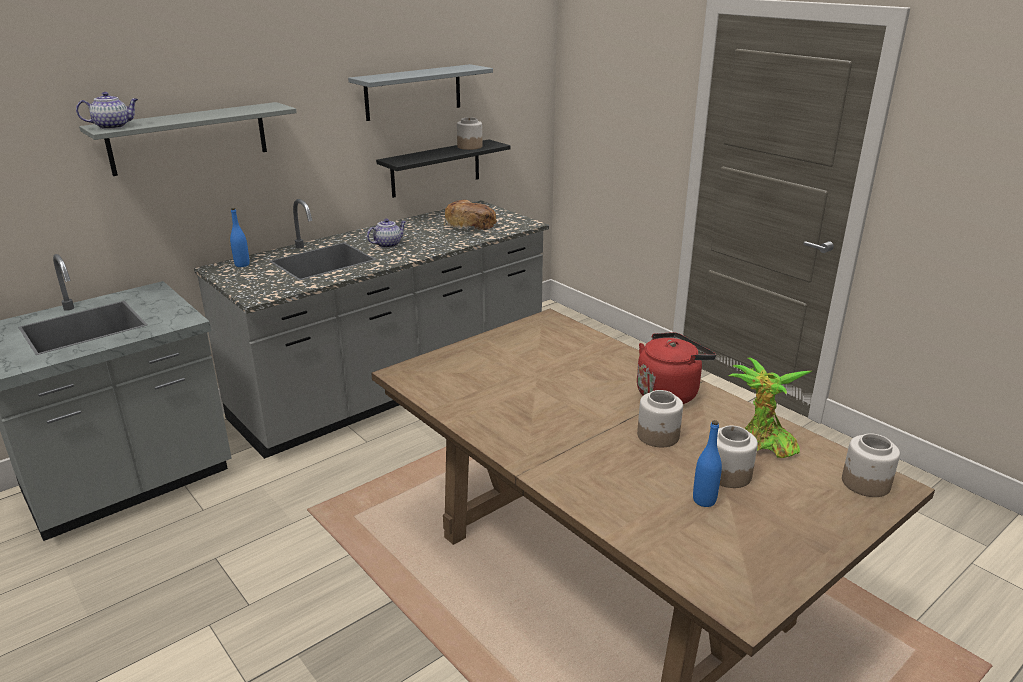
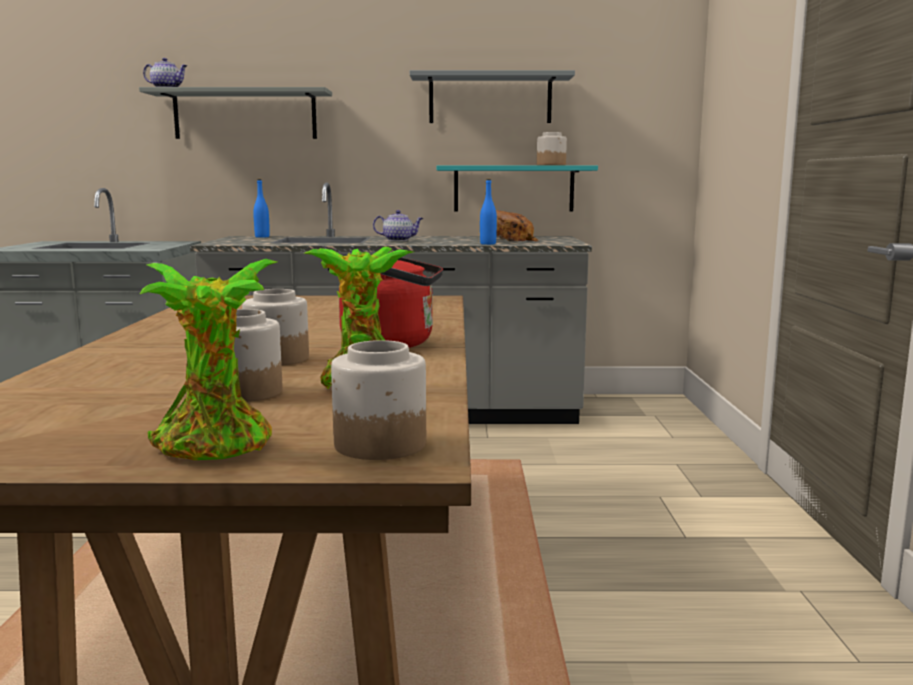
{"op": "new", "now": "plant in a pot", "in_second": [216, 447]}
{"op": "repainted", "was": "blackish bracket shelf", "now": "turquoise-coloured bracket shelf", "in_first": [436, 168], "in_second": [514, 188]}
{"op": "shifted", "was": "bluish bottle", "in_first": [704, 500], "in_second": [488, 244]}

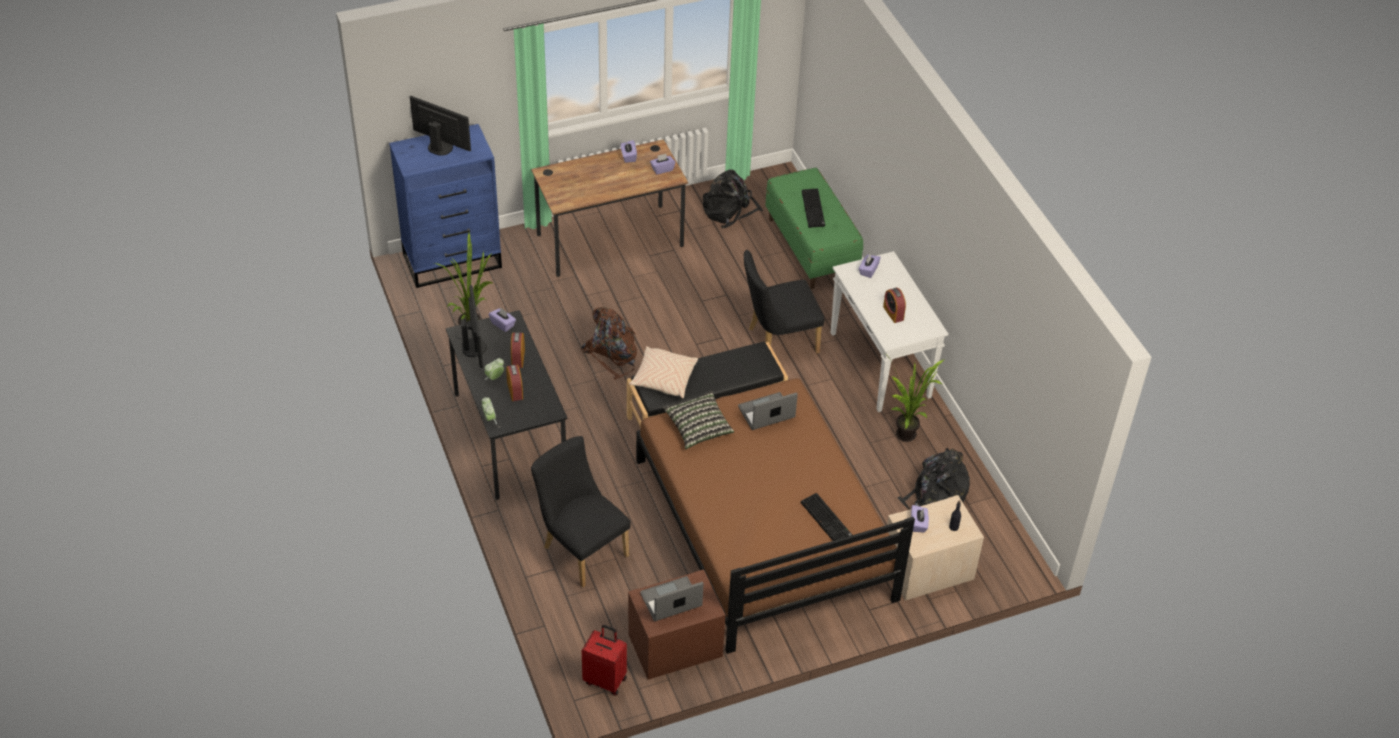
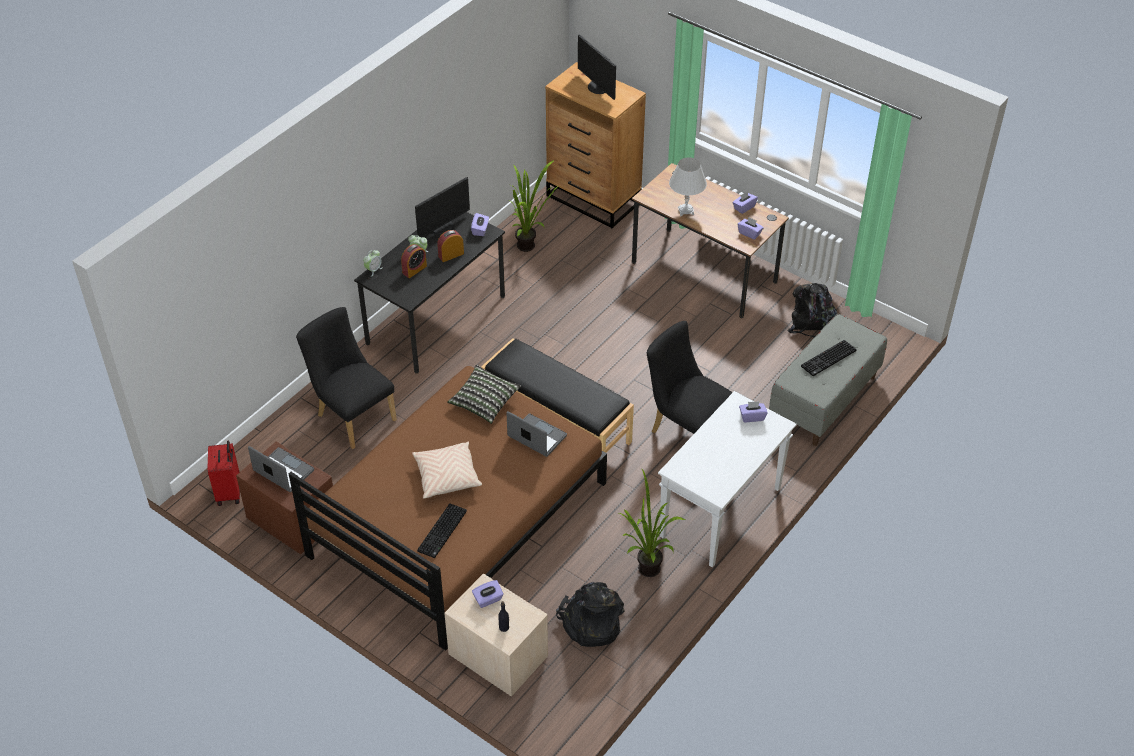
{"op": "rotated", "was": "blackish upright chair", "in_first": [581, 548], "in_second": [352, 415], "clockwise": -60}
{"op": "shifted", "was": "beige throw pillow", "in_first": [664, 379], "in_second": [446, 476]}
{"op": "repainted", "was": "bluish chest of drawers", "now": "brown chest of drawers", "in_first": [453, 260], "in_second": [594, 200]}
{"op": "rotated", "was": "monitor", "in_first": [441, 147], "in_second": [598, 87], "clockwise": 150}
{"op": "new", "now": "whitish lamp for a table", "in_second": [685, 211]}
{"op": "repainted", "was": "green-coloured indoor bench", "now": "grey indoor bench", "in_first": [811, 248], "in_second": [824, 400]}
{"op": "gone", "was": "brown backpack", "in_first": [612, 354]}
{"op": "gone", "was": "bedside clock", "in_first": [893, 313]}

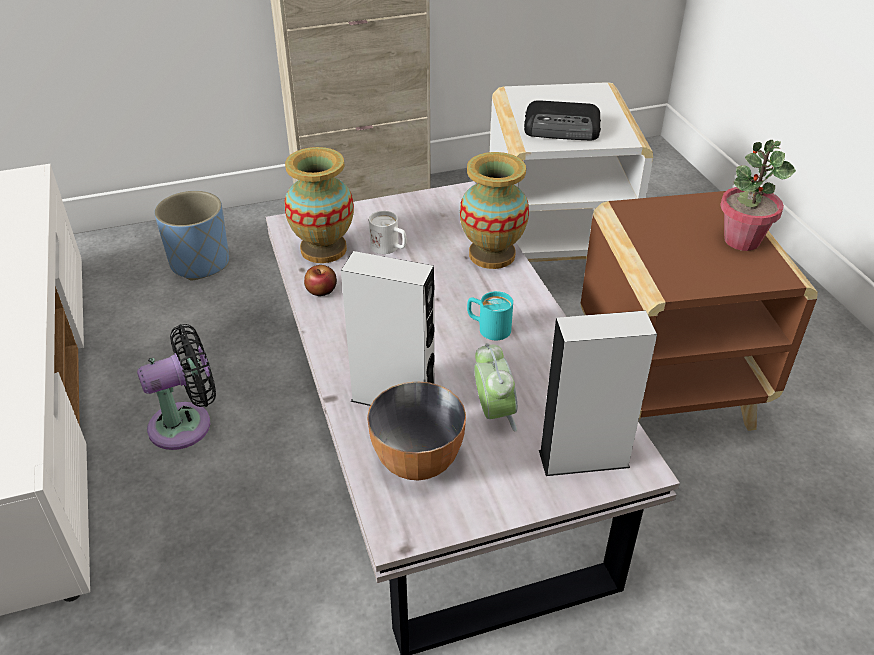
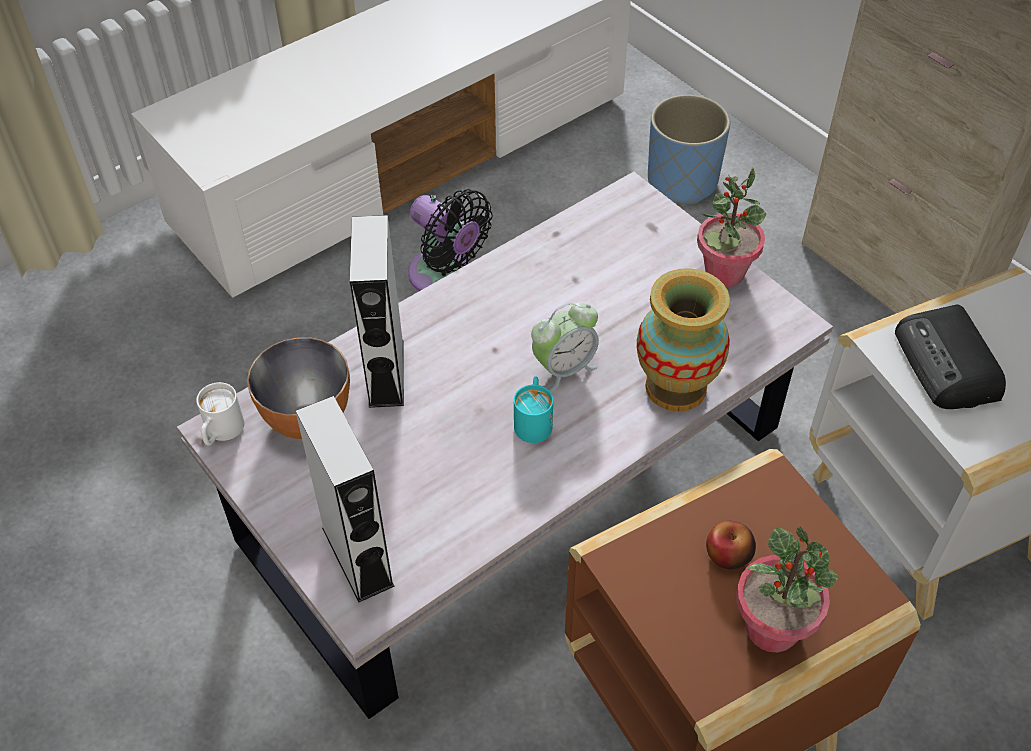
{"op": "shifted", "was": "whitish mug", "in_first": [389, 248], "in_second": [221, 432]}
{"op": "shifted", "was": "bedside clock", "in_first": [494, 413], "in_second": [564, 368]}
{"op": "new", "now": "plant in a pot", "in_second": [724, 273]}
{"op": "shifted", "was": "apple fruit", "in_first": [321, 290], "in_second": [728, 555]}
{"op": "gone", "was": "decorative vase", "in_first": [323, 250]}

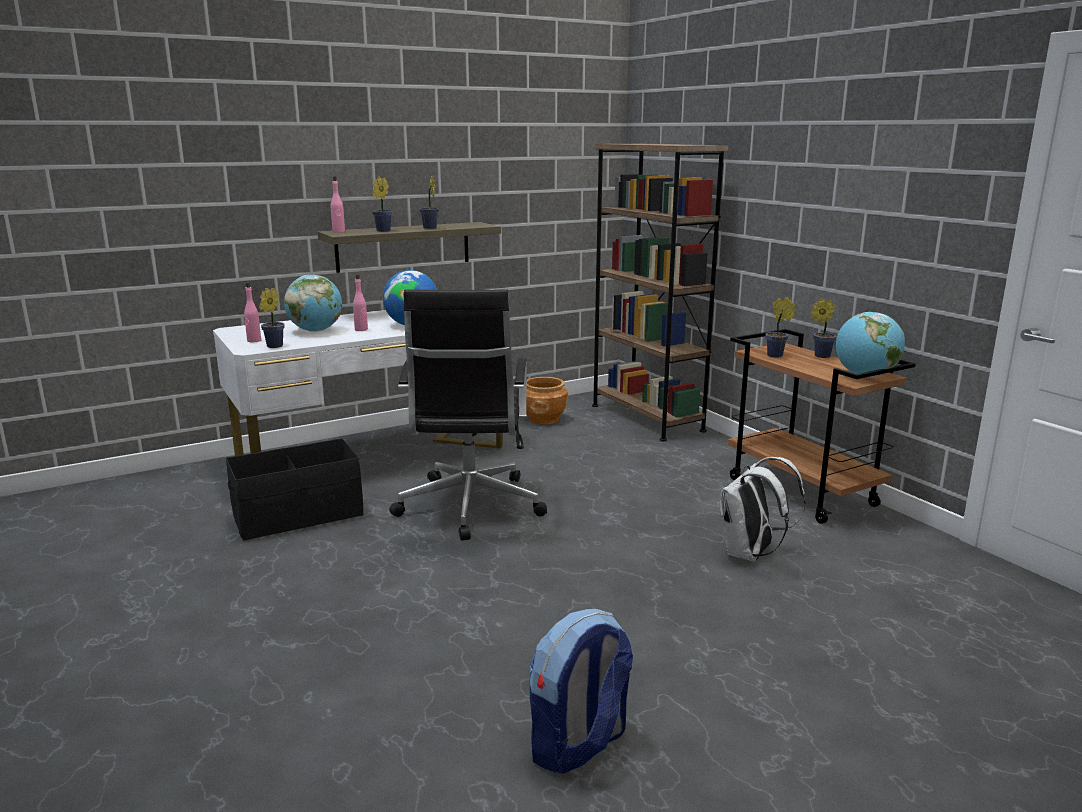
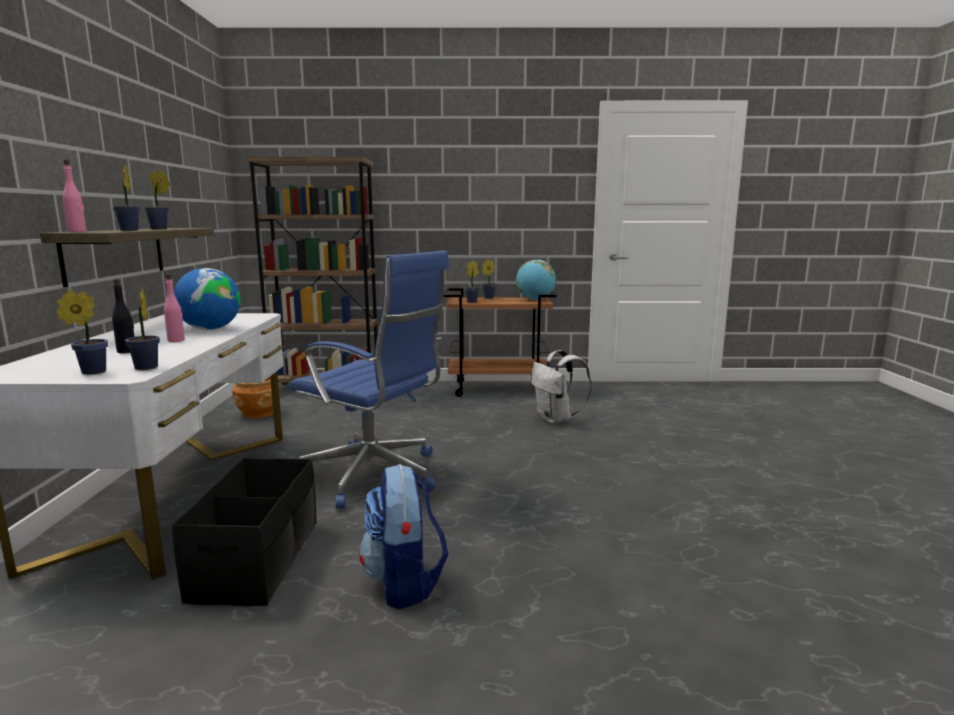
{"op": "swapped", "was": "pink-coloured bottle", "now": "plant in a pot", "in_first": [254, 341], "in_second": [90, 372]}
{"op": "swapped", "was": "desk globe", "now": "blackish bottle", "in_first": [315, 331], "in_second": [127, 351]}
{"op": "repainted", "was": "blackish desk chair", "now": "bluish desk chair", "in_first": [469, 508], "in_second": [375, 476]}
{"op": "shifted", "was": "backpack", "in_first": [579, 745], "in_second": [404, 583]}

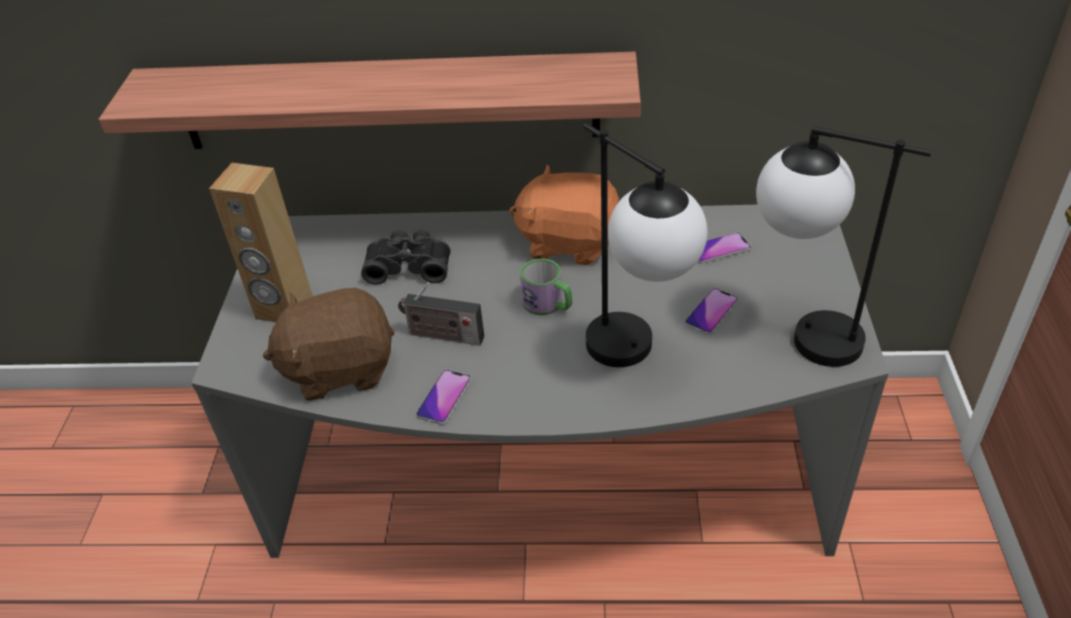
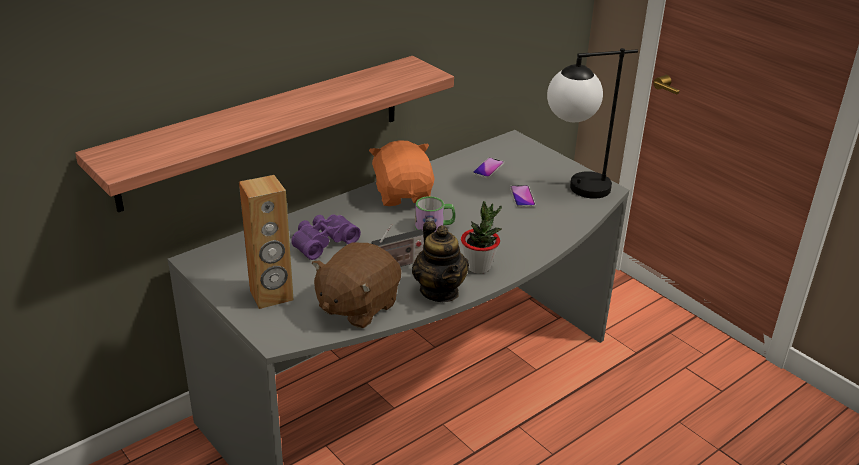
{"op": "repainted", "was": "blackish binoculars", "now": "purple binoculars", "in_first": [409, 266], "in_second": [322, 242]}
{"op": "rotated", "was": "orange-coloured plush toy", "in_first": [569, 242], "in_second": [403, 195], "clockwise": 105}
{"op": "swapped", "was": "telephone", "now": "teapot", "in_first": [444, 397], "in_second": [439, 291]}
{"op": "new", "now": "plant in a pot", "in_second": [478, 266]}
{"op": "gone", "was": "lamp for a table", "in_first": [638, 358]}

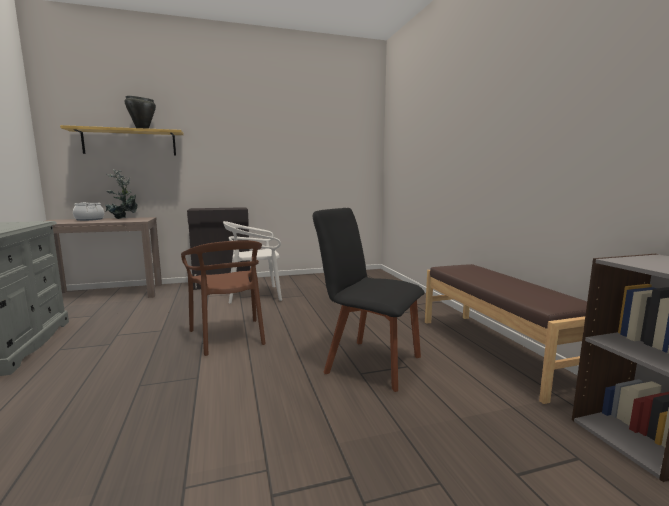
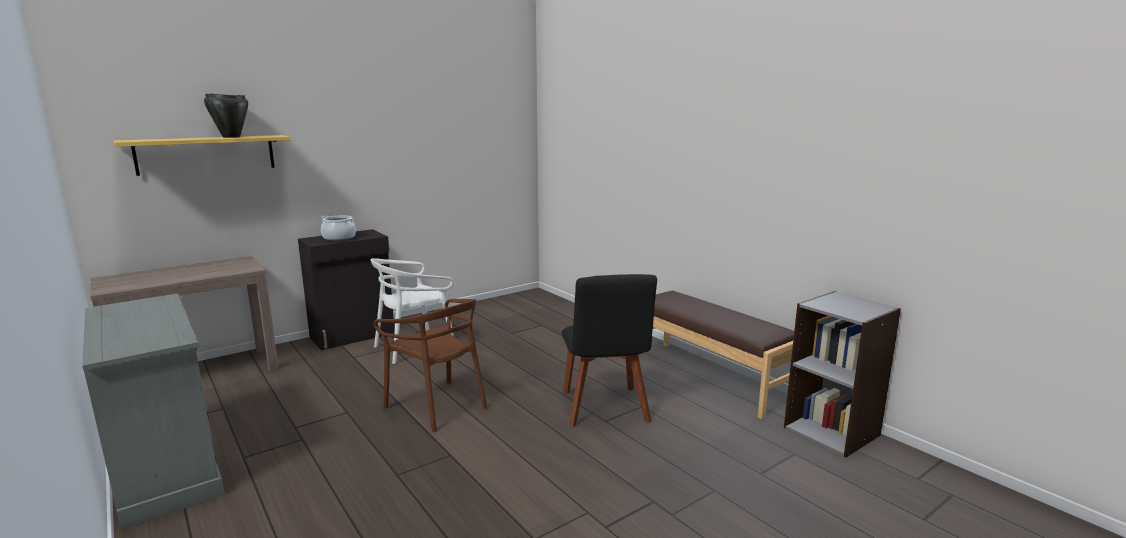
{"op": "shifted", "was": "saucepot", "in_first": [89, 219], "in_second": [339, 238]}
{"op": "rotated", "was": "blackish upright chair", "in_first": [369, 363], "in_second": [605, 409], "clockwise": -105}
{"op": "gone", "was": "plant in a pot", "in_first": [123, 218]}

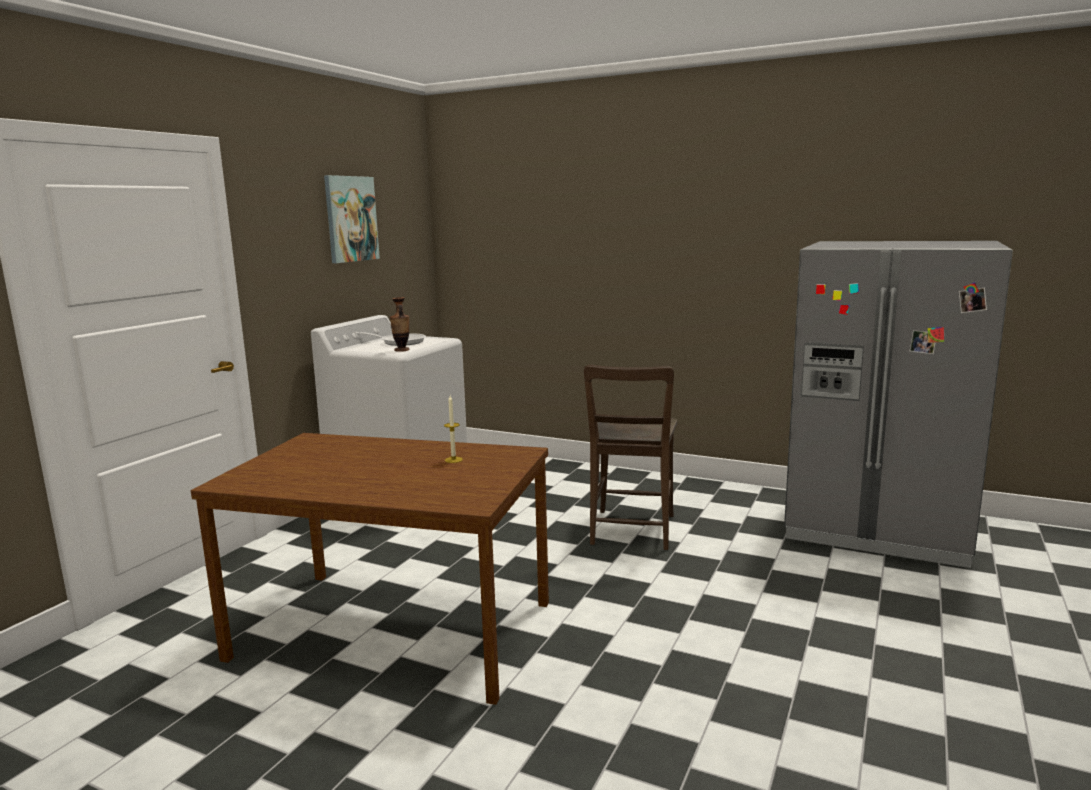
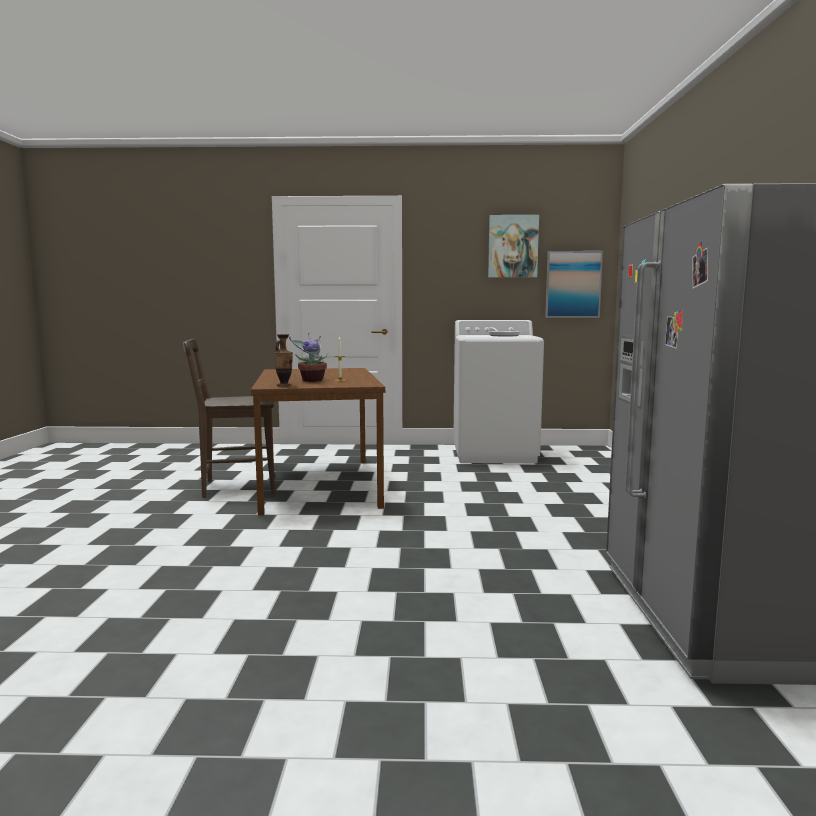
{"op": "shifted", "was": "brown upright chair", "in_first": [631, 532], "in_second": [235, 487]}
{"op": "shifted", "was": "decorative vase", "in_first": [401, 350], "in_second": [284, 385]}
{"op": "new", "now": "plant in a pot", "in_second": [312, 380]}
{"op": "new", "now": "picture", "in_second": [573, 284]}

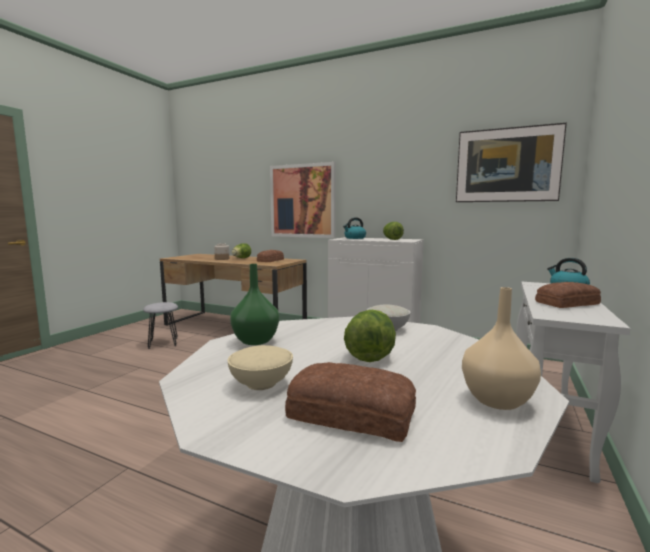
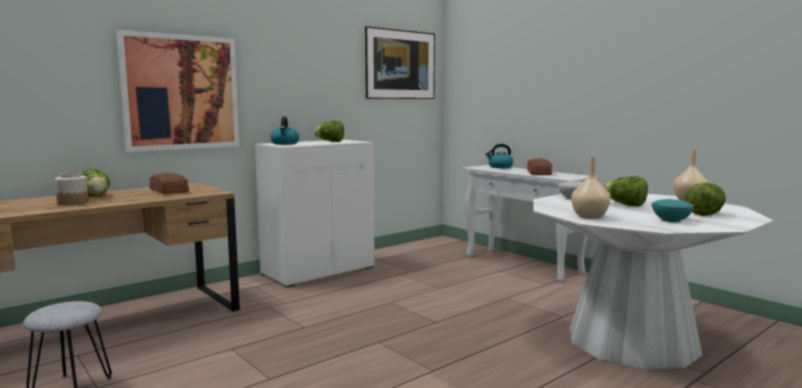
{"op": "repainted", "was": "green-coloured decorative vase", "now": "beige decorative vase", "in_first": [256, 341], "in_second": [590, 217]}
{"op": "repainted", "was": "beige deep dish", "now": "turquoise-coloured deep dish", "in_first": [260, 384], "in_second": [671, 220]}
{"op": "swapped", "was": "bread", "now": "lettuce", "in_first": [350, 413], "in_second": [706, 214]}

